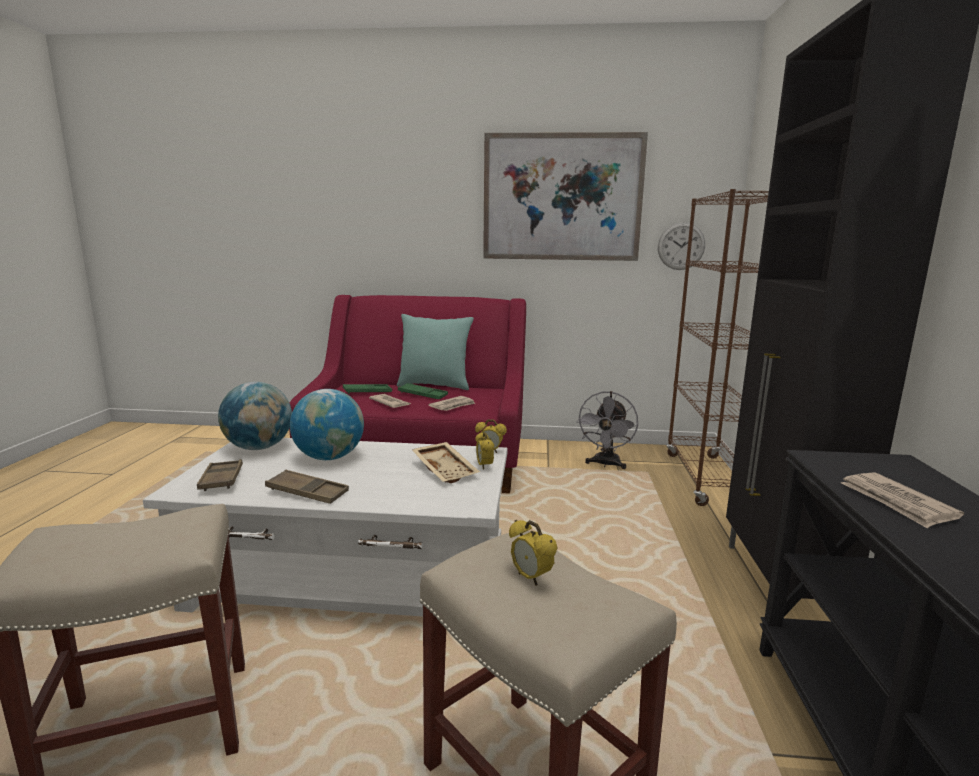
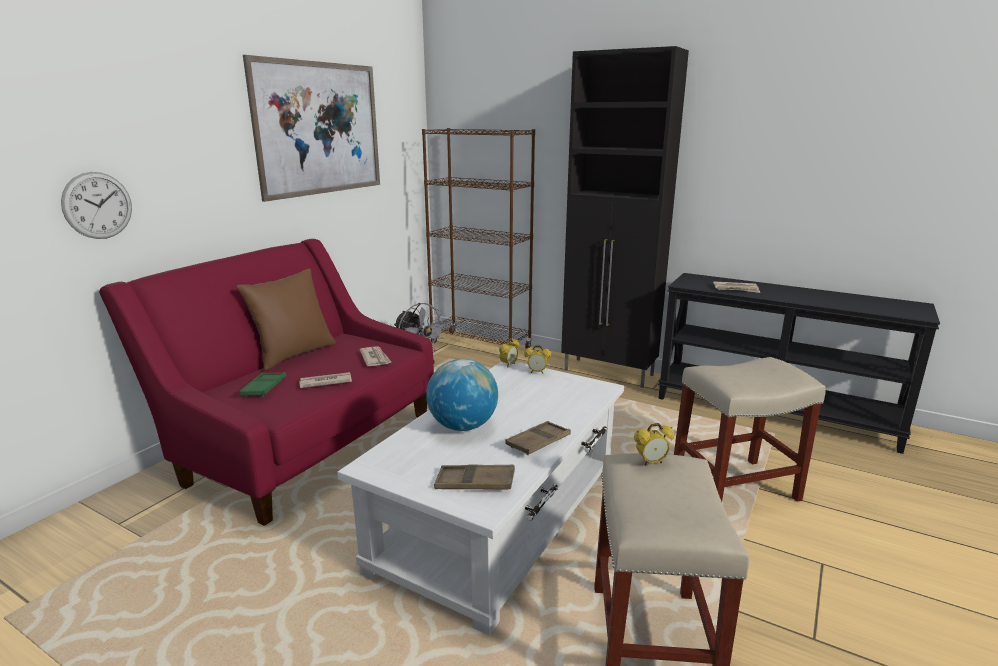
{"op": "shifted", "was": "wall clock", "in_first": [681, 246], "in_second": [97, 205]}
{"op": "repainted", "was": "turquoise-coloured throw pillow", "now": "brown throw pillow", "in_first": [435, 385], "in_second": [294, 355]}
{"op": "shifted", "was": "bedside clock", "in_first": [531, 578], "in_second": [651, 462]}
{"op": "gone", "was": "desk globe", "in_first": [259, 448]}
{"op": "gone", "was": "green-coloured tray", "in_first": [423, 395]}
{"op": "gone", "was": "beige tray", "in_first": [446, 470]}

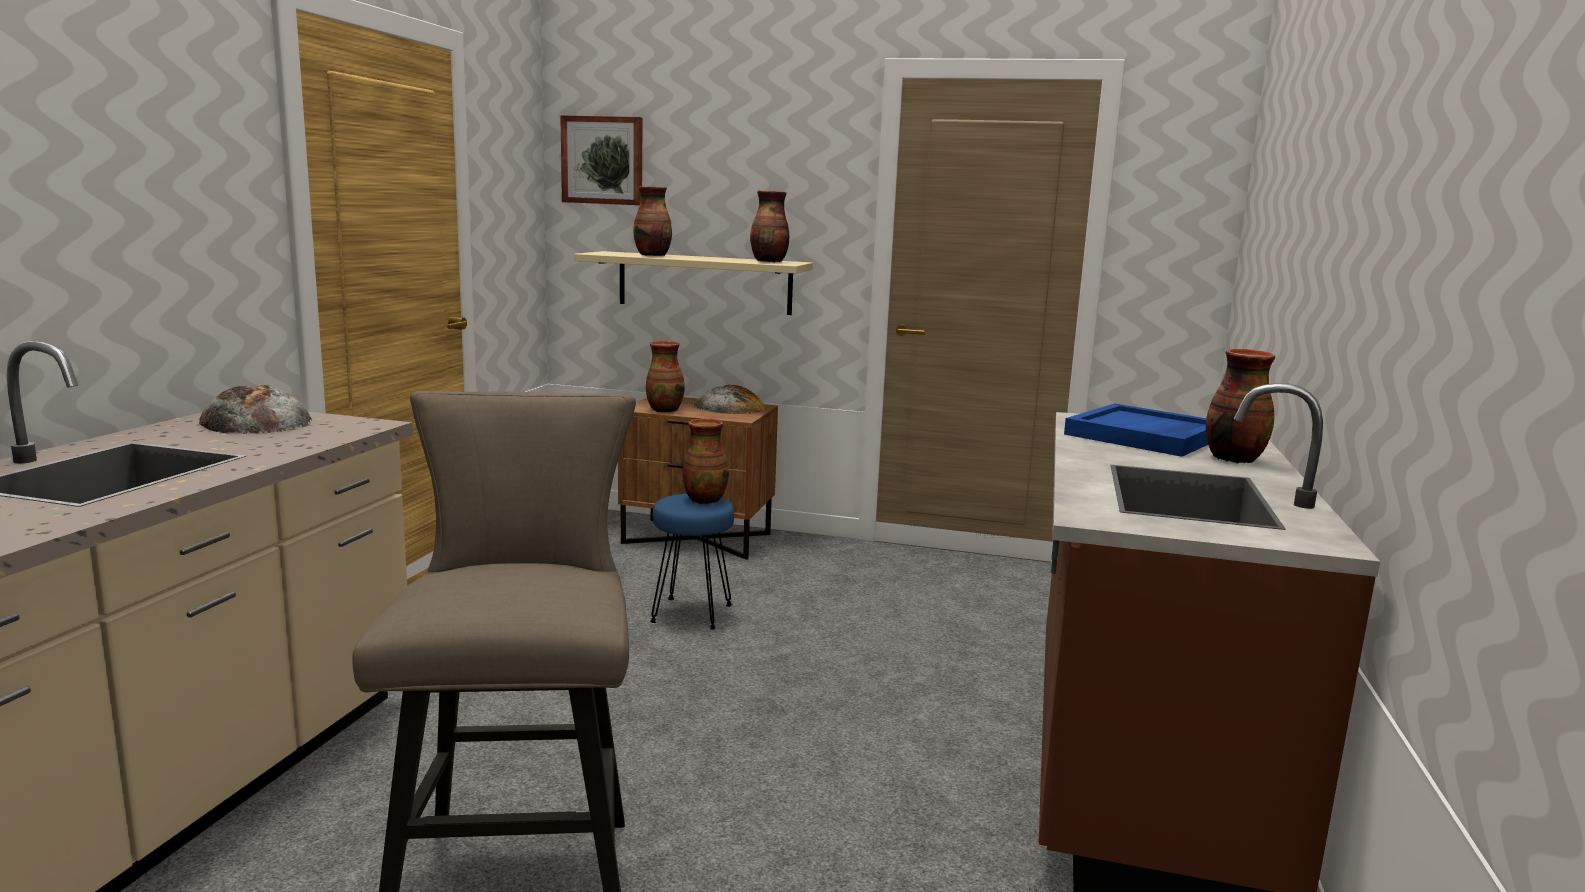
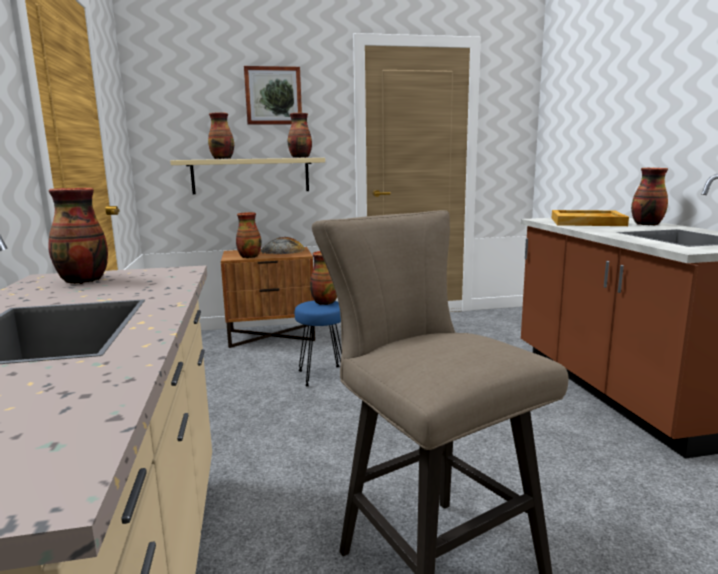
{"op": "swapped", "was": "bread", "now": "decorative vase", "in_first": [255, 421], "in_second": [83, 280]}
{"op": "shifted", "was": "picture", "in_first": [603, 160], "in_second": [273, 96]}
{"op": "repainted", "was": "bluish tray", "now": "beige tray", "in_first": [1145, 436], "in_second": [587, 222]}

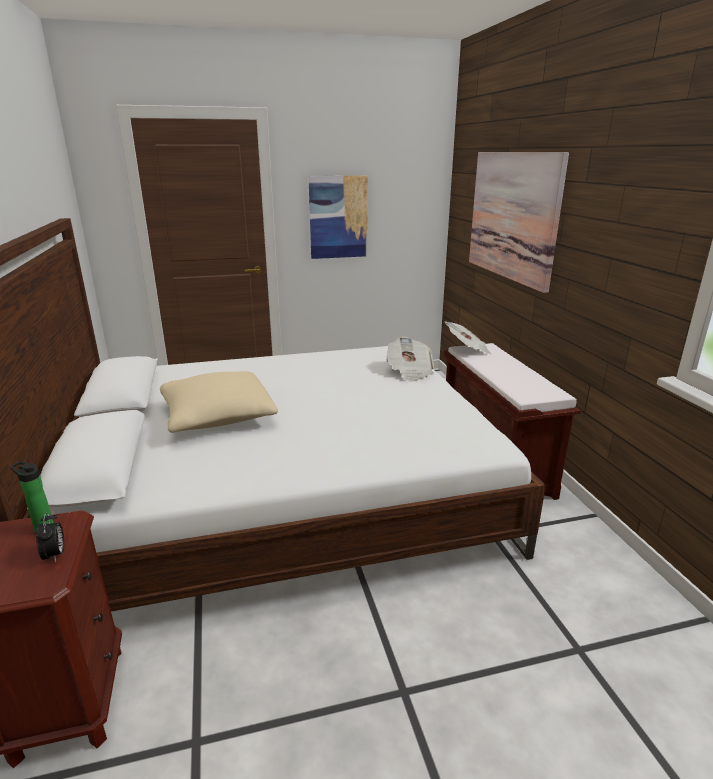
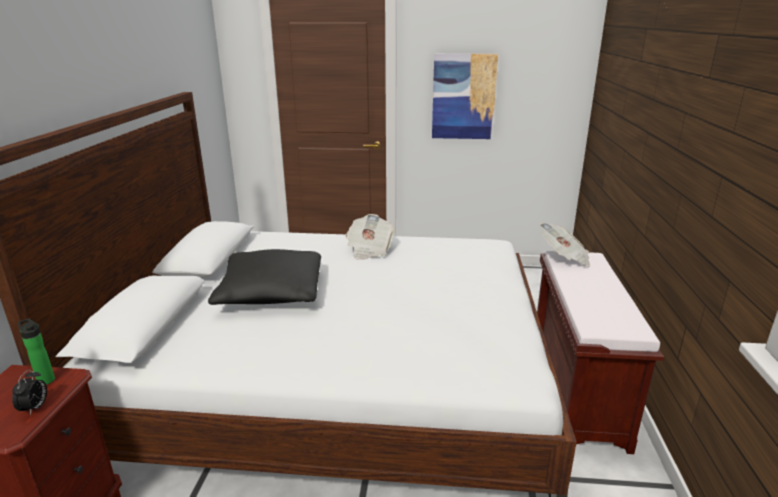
{"op": "repainted", "was": "beige throw pillow", "now": "blackish throw pillow", "in_first": [218, 416], "in_second": [271, 293]}
{"op": "shifted", "was": "printed paper", "in_first": [409, 372], "in_second": [369, 250]}
{"op": "gone", "was": "picture", "in_first": [513, 216]}

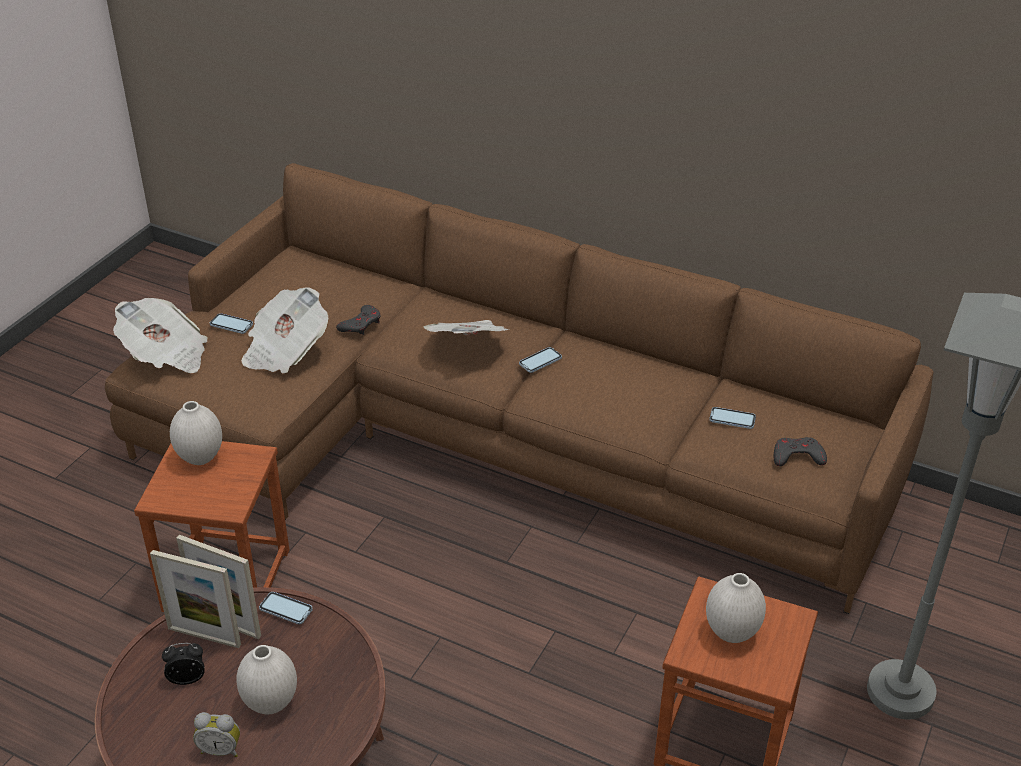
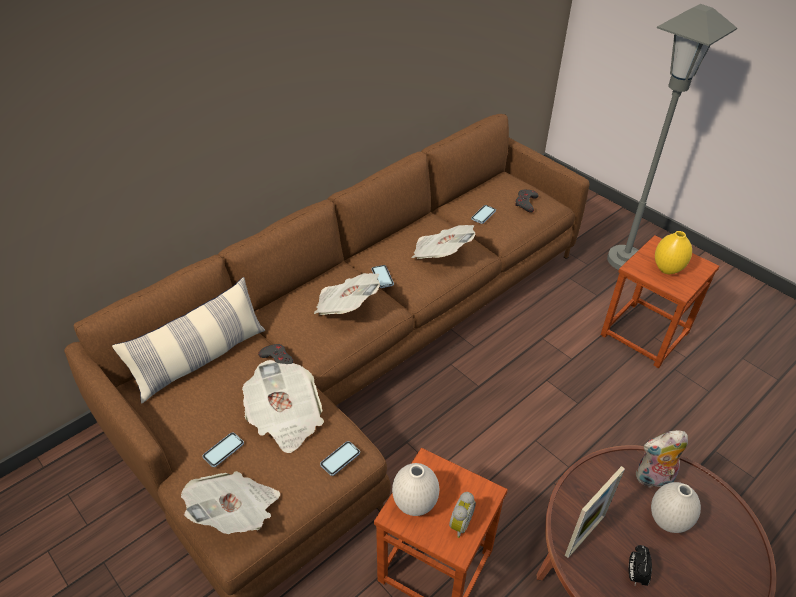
{"op": "new", "now": "throw pillow", "in_second": [201, 360]}
{"op": "shifted", "was": "telephone", "in_first": [286, 609], "in_second": [340, 459]}
{"op": "new", "now": "printed paper", "in_second": [441, 254]}
{"op": "shifted", "was": "bedside clock", "in_first": [221, 749], "in_second": [459, 523]}
{"op": "new", "now": "plush toy", "in_second": [653, 479]}
{"op": "repainted", "was": "whitish decorative vase", "now": "yellowish decorative vase", "in_first": [732, 633], "in_second": [667, 269]}
{"op": "gone", "was": "picture frame", "in_first": [204, 636]}

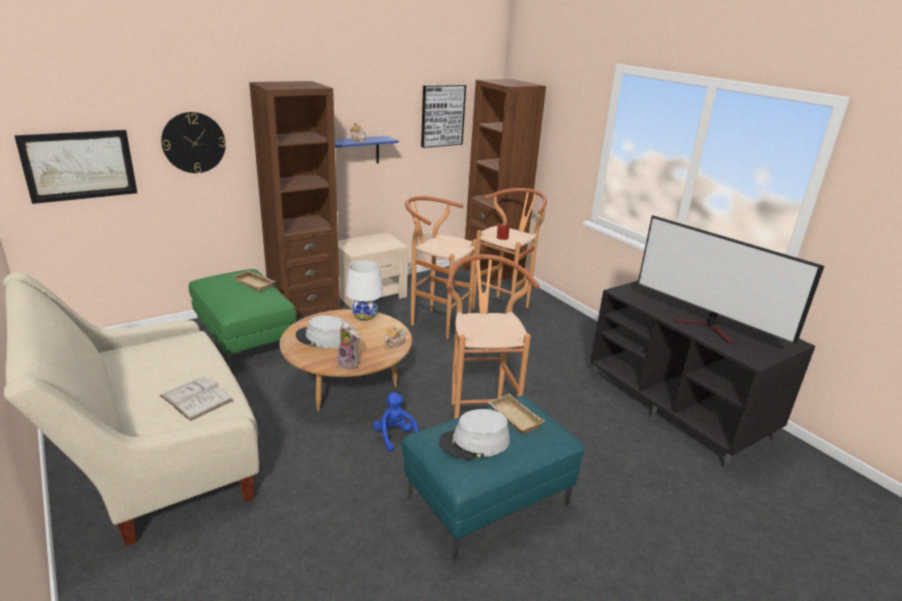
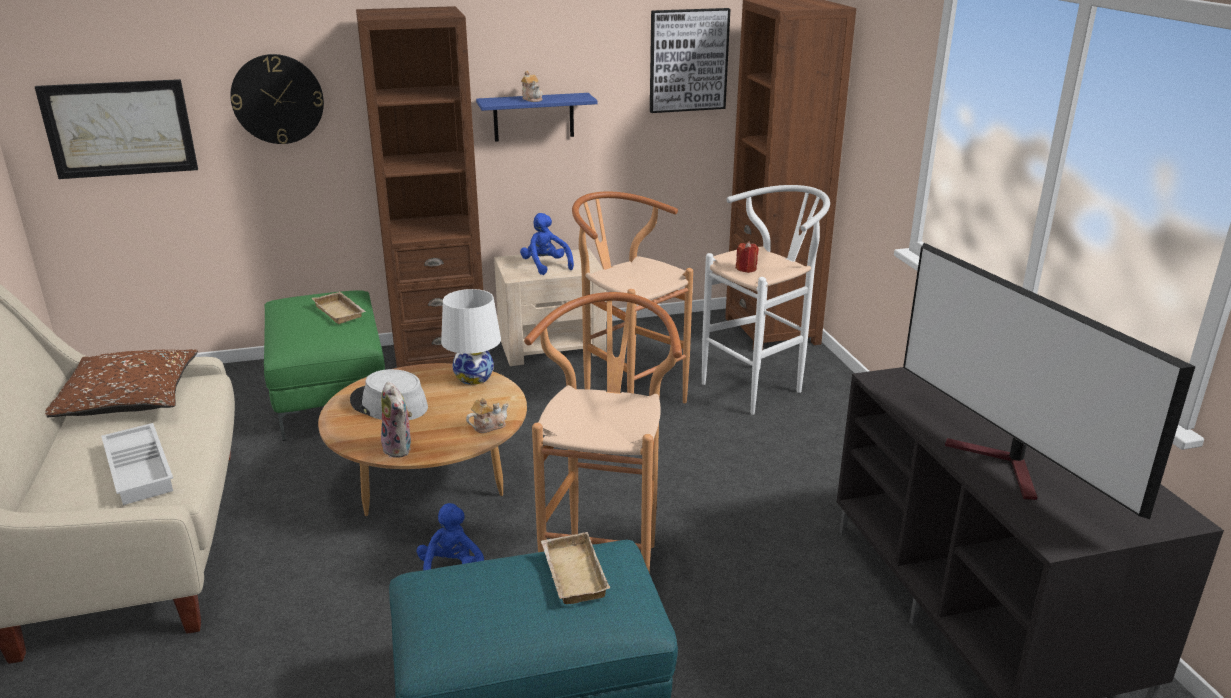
{"op": "new", "now": "brown throw pillow", "in_second": [130, 399]}
{"op": "swapped", "was": "whitish bound book", "now": "whitish tray", "in_first": [196, 398], "in_second": [141, 469]}
{"op": "new", "now": "bluish plush toy", "in_second": [545, 266]}
{"op": "repainted", "was": "brown stool", "now": "whitish stool", "in_first": [504, 306], "in_second": [760, 386]}
{"op": "gone", "was": "grey wearable hat", "in_first": [474, 442]}

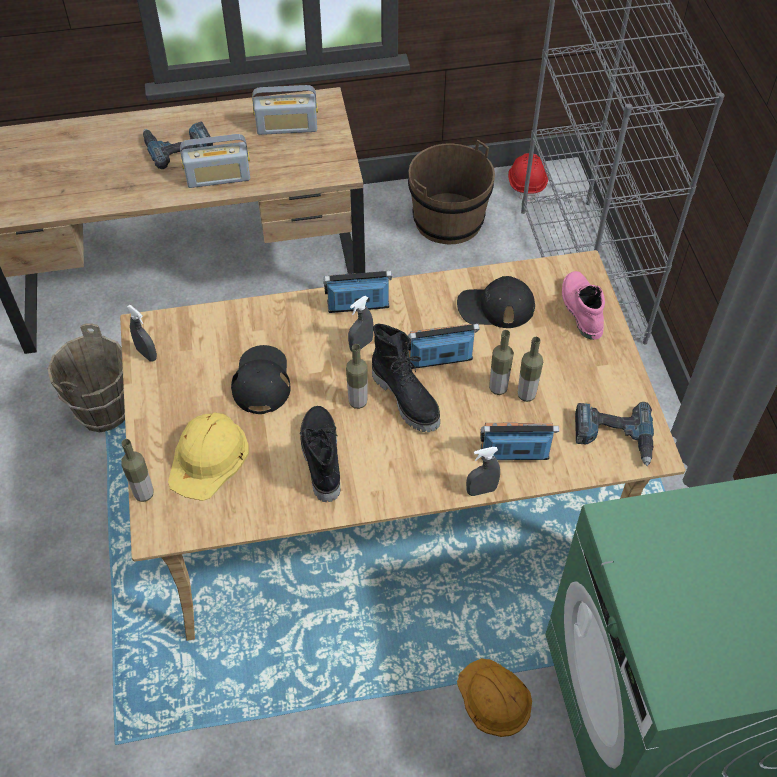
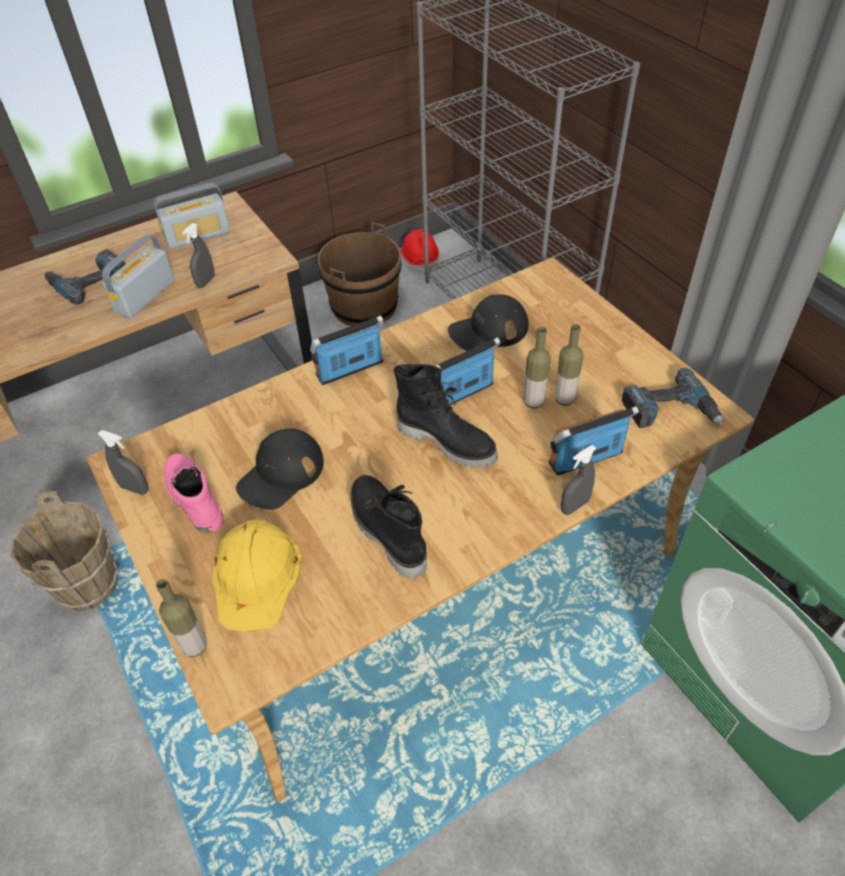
{"op": "rotated", "was": "radio receiver", "in_first": [218, 178], "in_second": [145, 297], "clockwise": 150}
{"op": "shifted", "was": "pink-coloured tall boot", "in_first": [580, 309], "in_second": [192, 498]}
{"op": "shifted", "was": "grey spray bottle", "in_first": [361, 345], "in_second": [206, 282]}
{"op": "rotated", "was": "blackish peaked cap", "in_first": [261, 381], "in_second": [281, 474], "clockwise": -120}
{"op": "gone", "was": "bottle", "in_first": [358, 402]}
{"op": "gone", "was": "orange-coloured safety helmet", "in_first": [493, 696]}

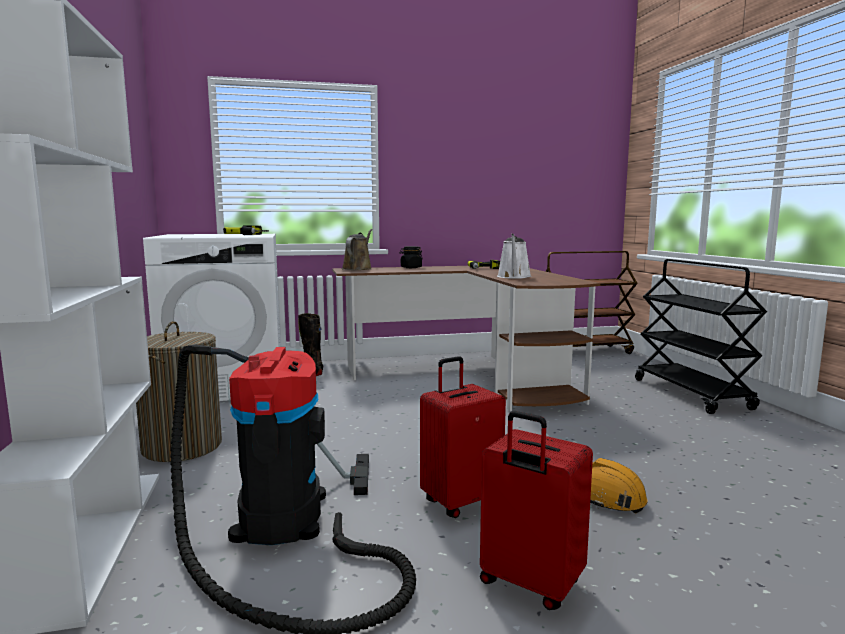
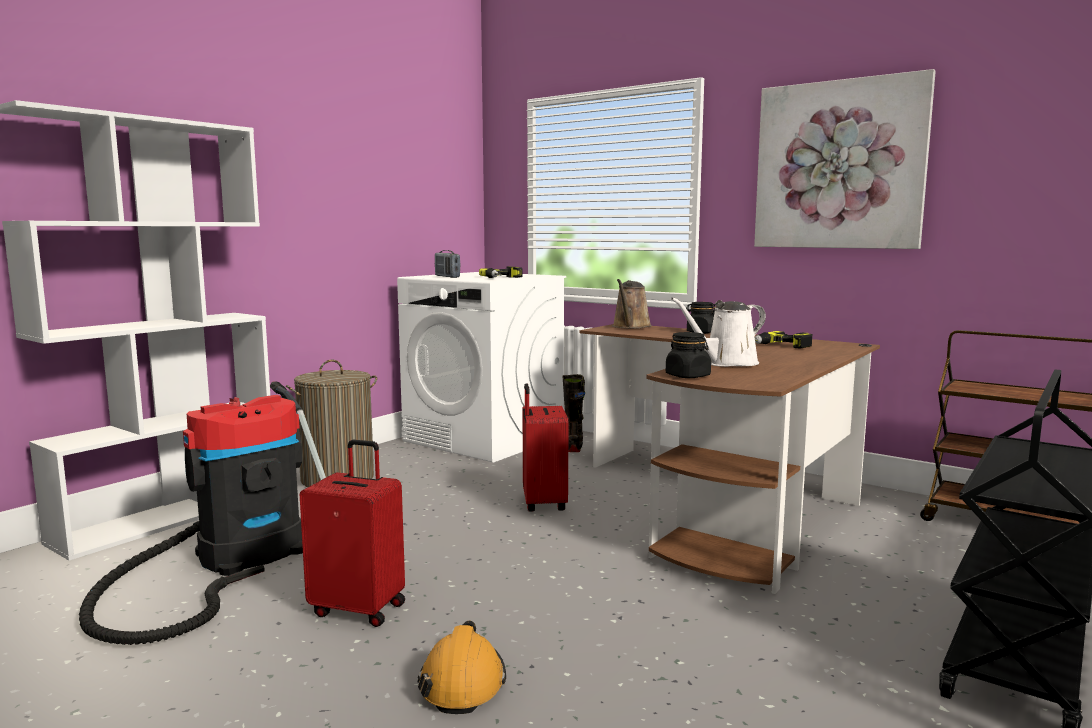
{"op": "new", "now": "radio receiver", "in_second": [447, 277]}
{"op": "shifted", "was": "red suitcase", "in_first": [529, 584], "in_second": [542, 503]}
{"op": "rotated", "was": "brown watering pot", "in_first": [358, 268], "in_second": [630, 326], "clockwise": 135}
{"op": "new", "now": "blackish storage jar", "in_second": [688, 376]}
{"op": "new", "now": "picture", "in_second": [839, 165]}

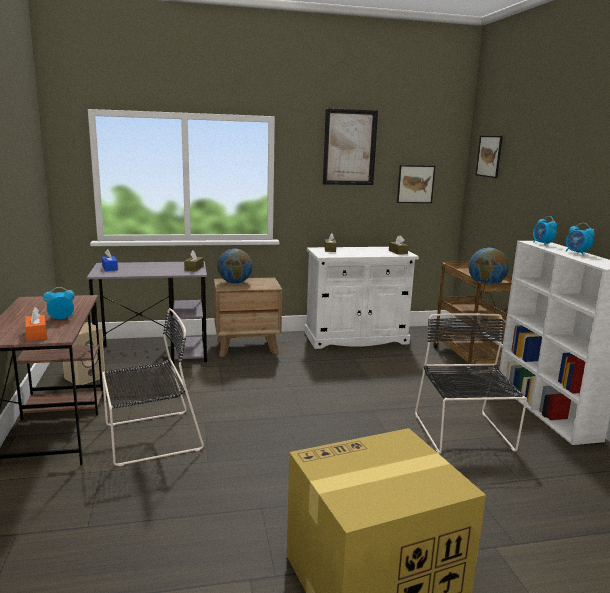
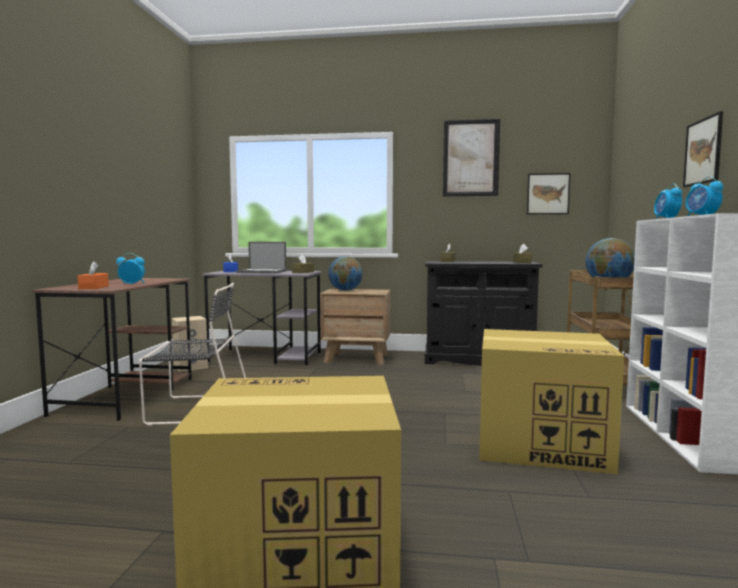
{"op": "new", "now": "laptop", "in_second": [262, 272]}
{"op": "repainted", "was": "whitish storage cabinet", "now": "blackish storage cabinet", "in_first": [356, 338], "in_second": [478, 359]}
{"op": "swapped", "was": "blackish upright chair", "now": "carton", "in_first": [464, 434], "in_second": [543, 444]}
{"op": "shifted", "was": "picture", "in_first": [489, 156], "in_second": [703, 151]}

